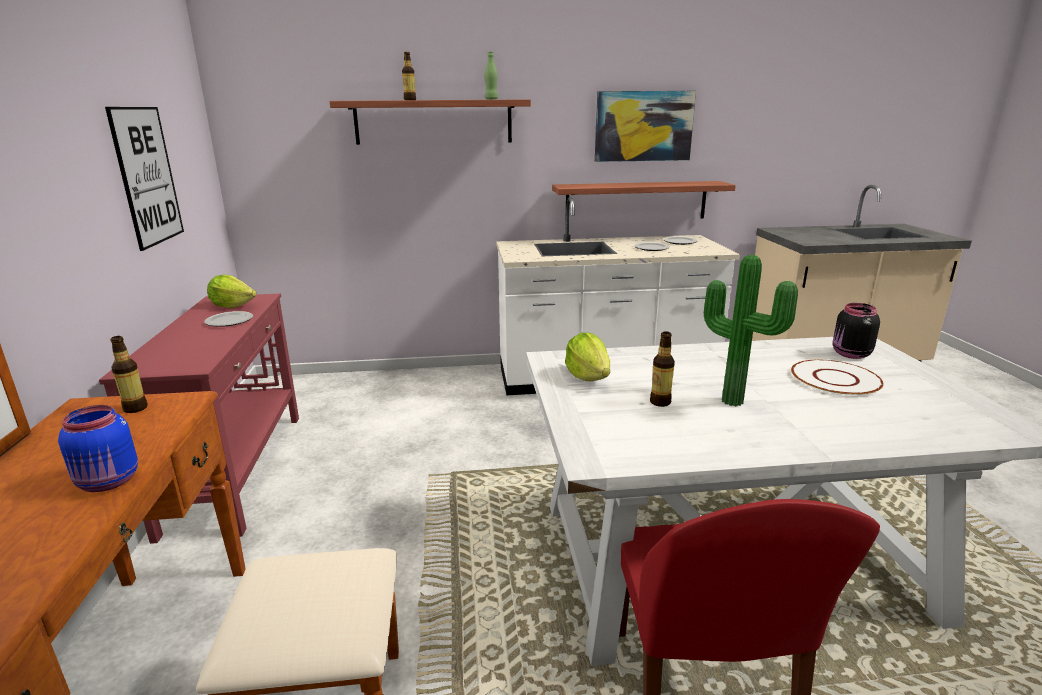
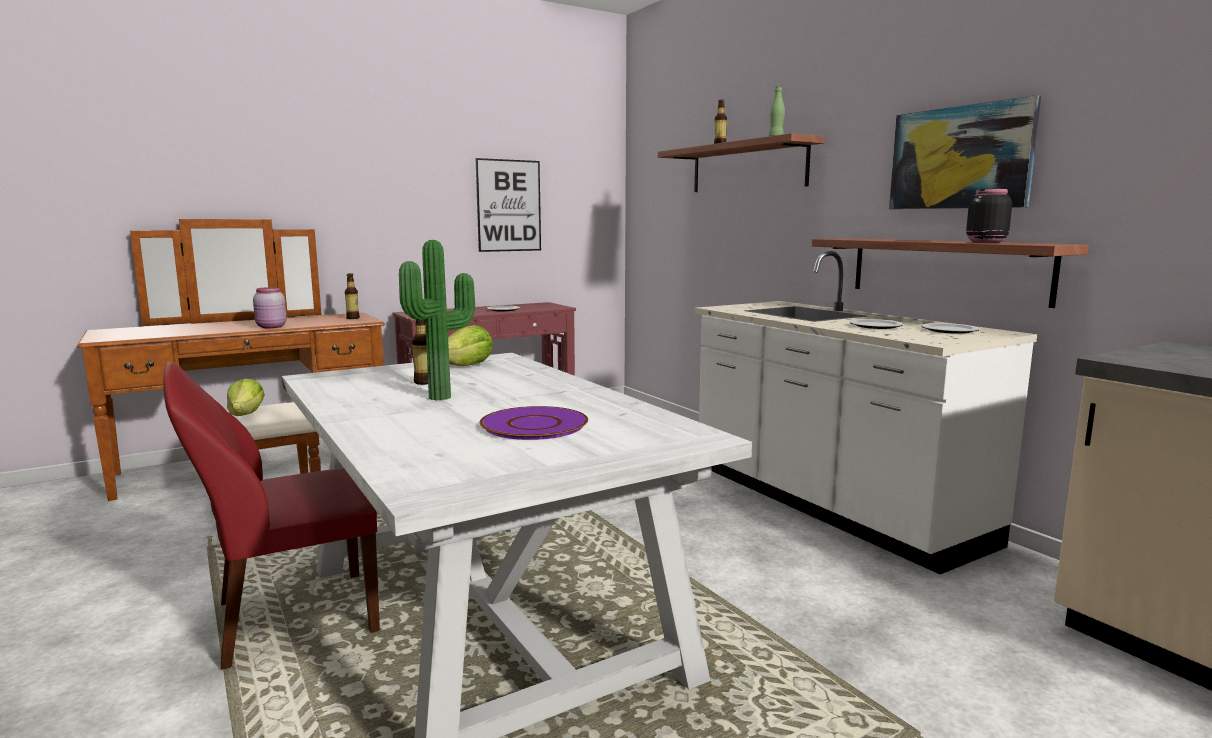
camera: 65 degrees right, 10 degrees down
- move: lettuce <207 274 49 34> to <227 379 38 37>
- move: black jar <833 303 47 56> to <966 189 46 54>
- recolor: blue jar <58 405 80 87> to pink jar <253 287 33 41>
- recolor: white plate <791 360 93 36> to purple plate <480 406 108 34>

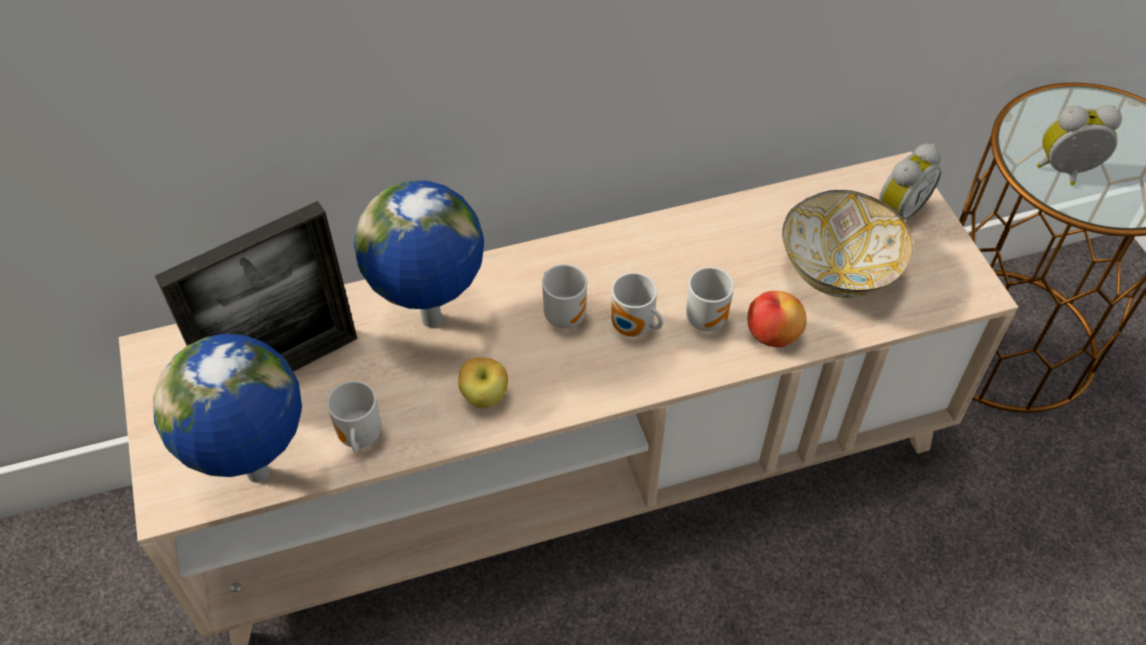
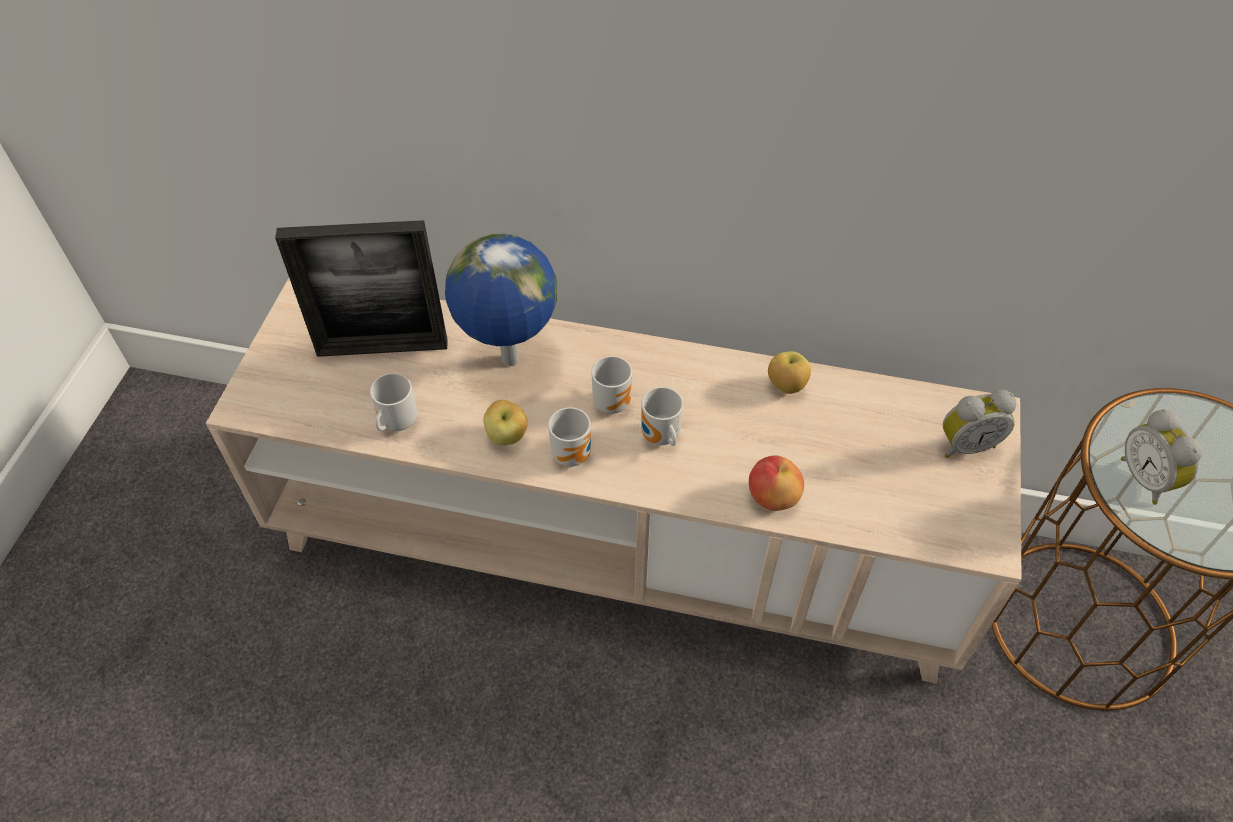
camera: 30 degrees right, 0 degrees up
- delete: globe <153 334 149 149>
- delete: bowl <782 190 132 108>
- insert: apple <768 351 43 43>
- move: mug <686 267 48 64> to <548 407 43 60>
- rotate: alarm clock <1037 105 85 81> = <1121 409 81 96> 135 degrees counterclockwise

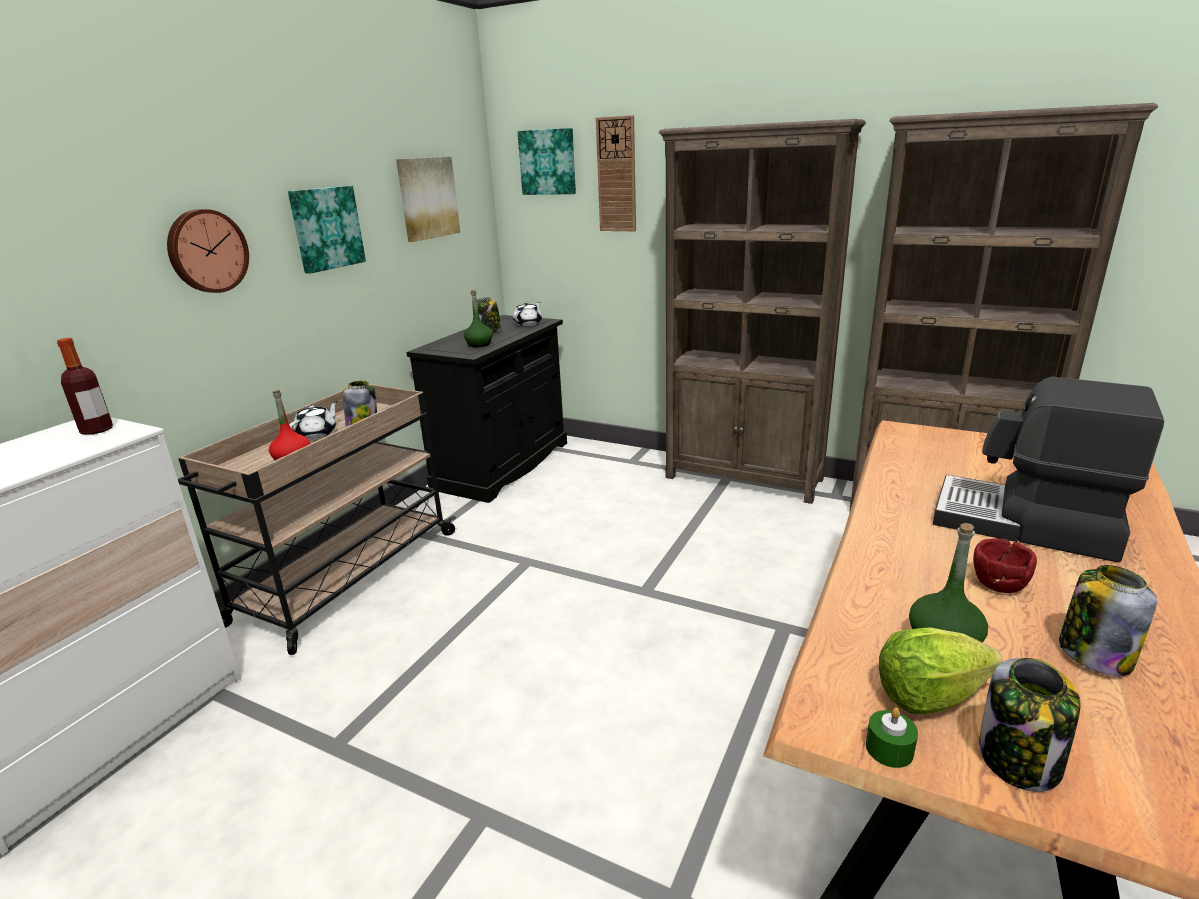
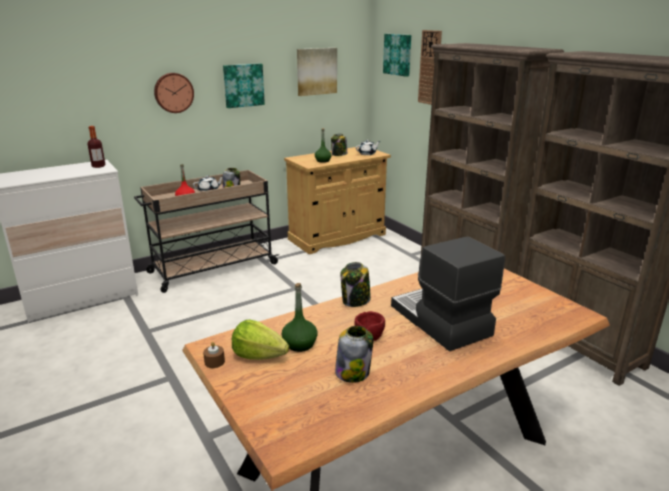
camera: 30 degrees right, 0 degrees up
- move: jar <979 658 102 134> to <341 262 30 45>
- recolor: black cabinet <407 315 160 188> to beige cabinet <284 147 107 107>
- recolor: green candle <866 708 52 60> to brown candle <203 342 22 26>

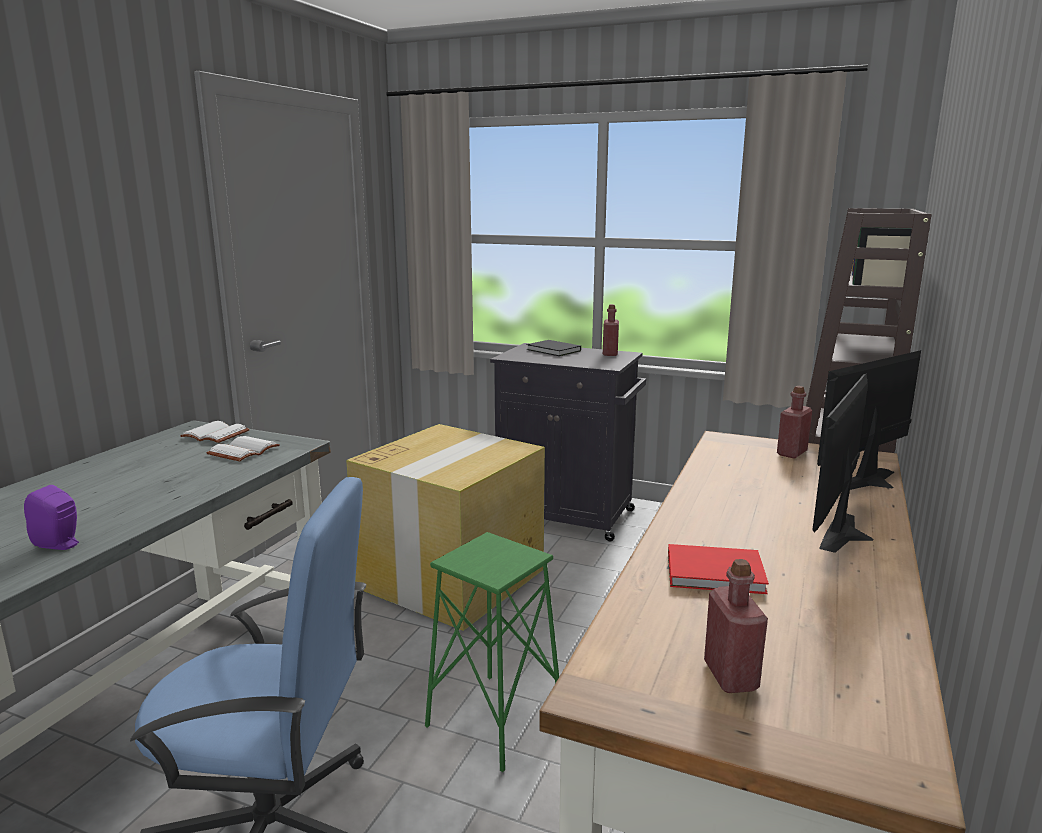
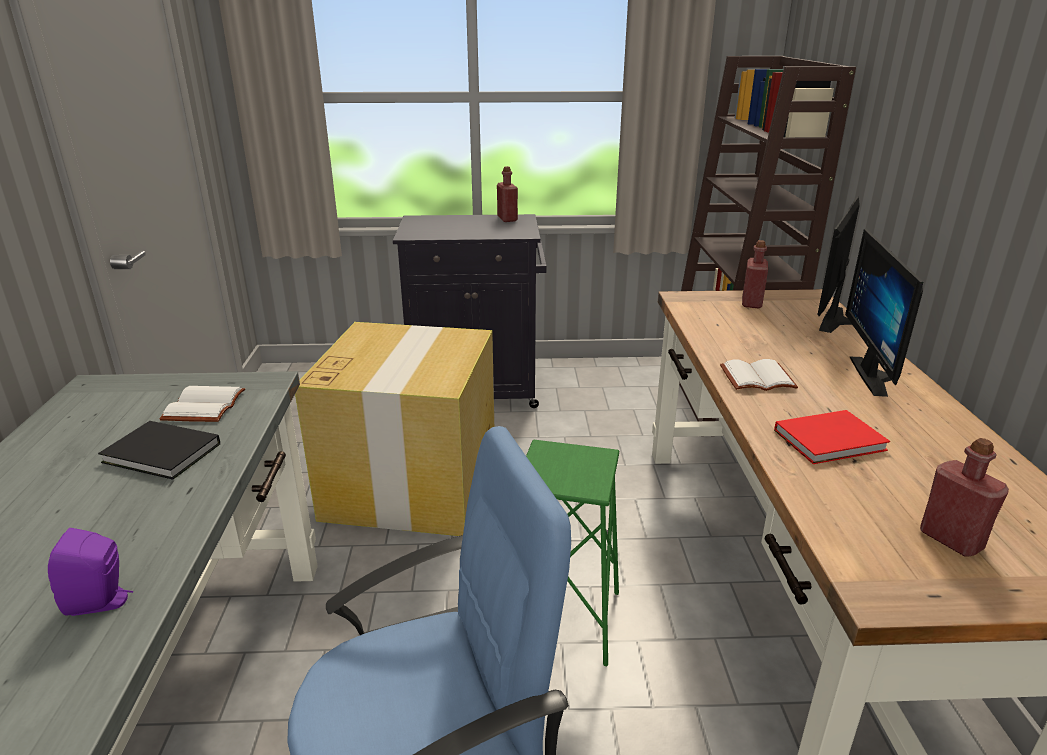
camera: 25 degrees left, 10 degrees up
- move: white book <180 421 70 22> to <720 359 78 32>
- move: black book <527 340 54 16> to <98 421 122 59>

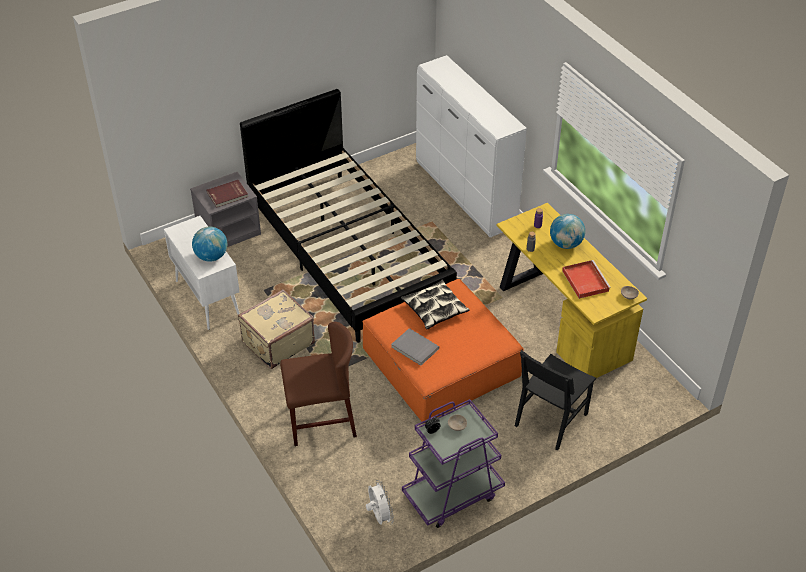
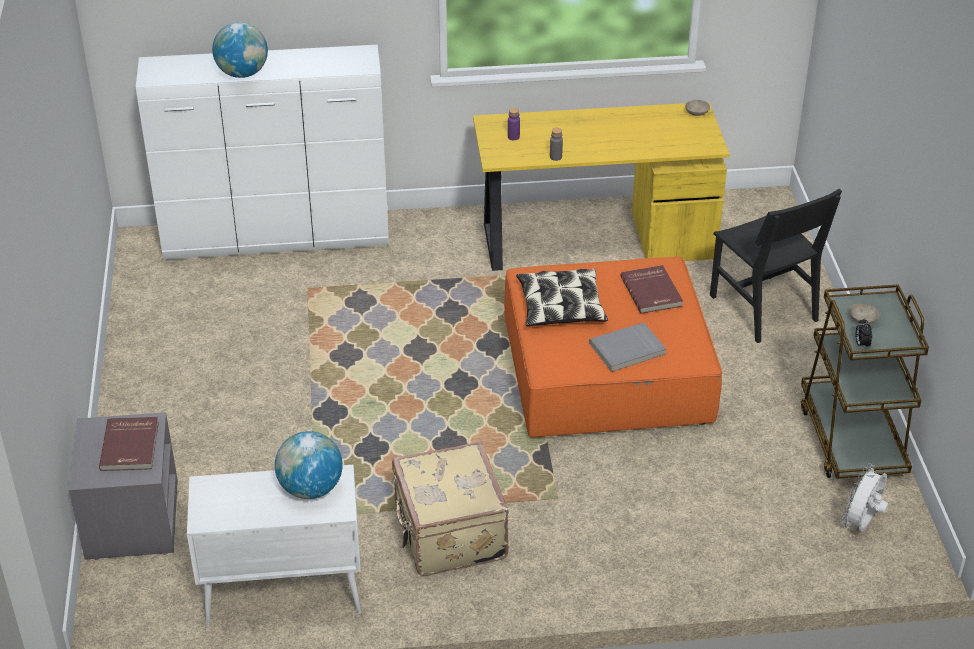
camera: 65 degrees left, 5 degrees down
- delete: black bed <240 89 217 254>
- delete: brown chair <280 322 77 124>
- delete: red tray <562 260 49 39>
- insert: red book <621 265 62 49>
- move: globe <550 214 35 35> to <212 22 56 56>
- recolor: purple cart <402 399 103 129> to brown cart <801 284 128 195>
- rotate: white fan <366 480 28 45> = <841 463 48 69> 60 degrees counterclockwise

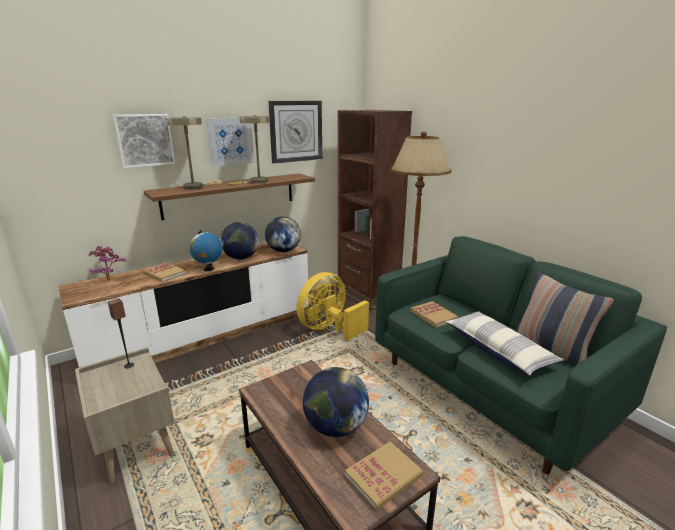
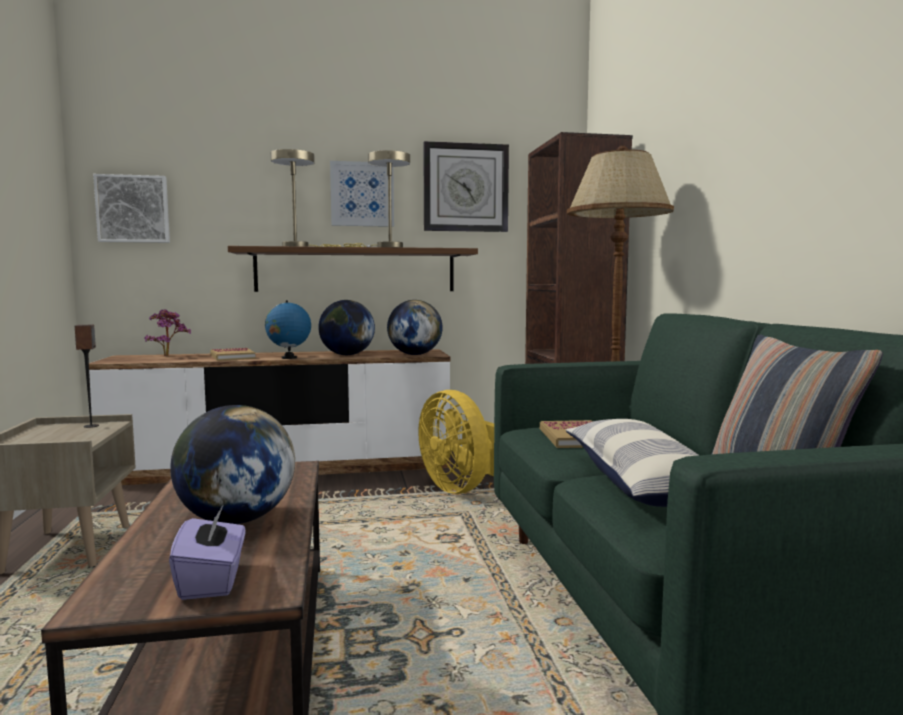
camera: 25 degrees right, 15 degrees down
- move: picture <113 114 62 54> to <93 174 77 69>
- replace: book <345 442 78 68> to purple tissue box <169 504 76 96>
- rotate: yellow fan <296 272 73 69> = <418 390 76 104> 105 degrees counterclockwise

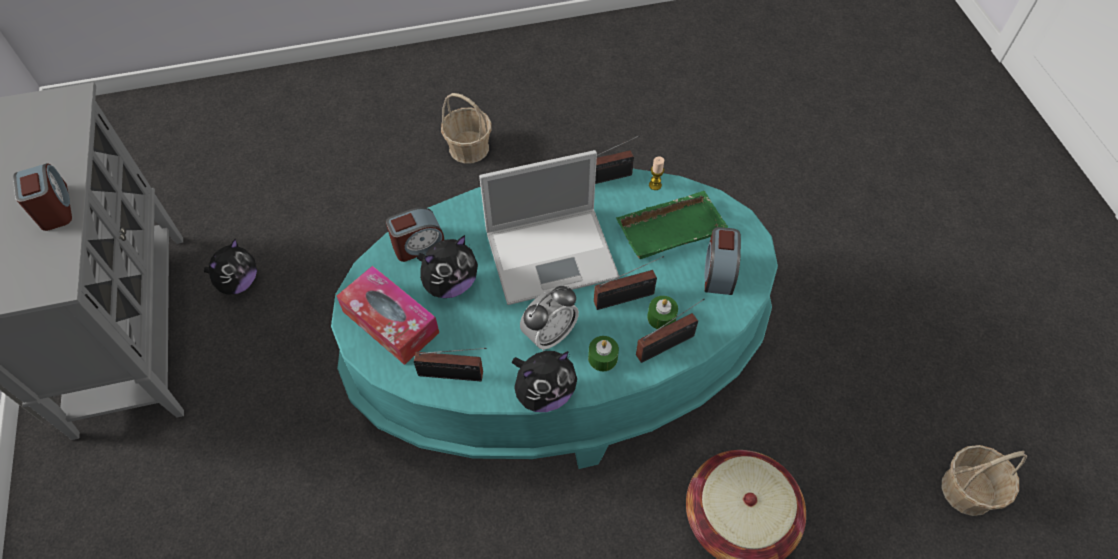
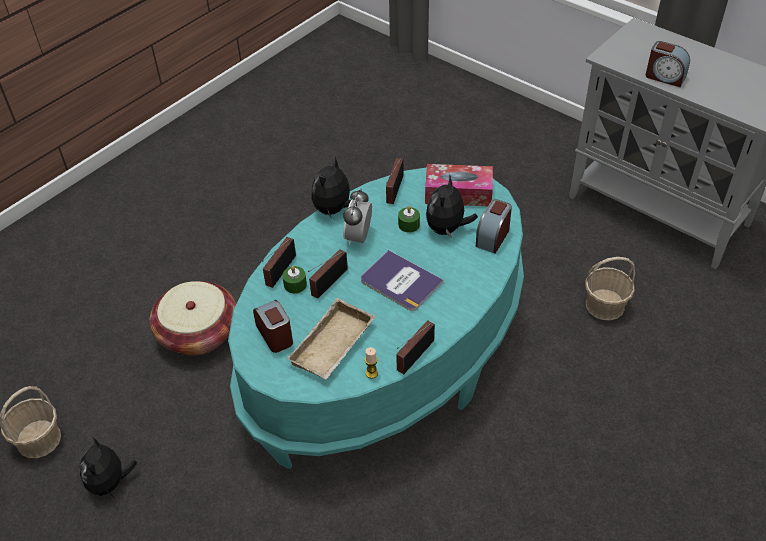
camera: 145 degrees right, 10 degrees down
- move: plush toy <204 239 53 55> to <80 436 57 61>
- move: basket <441 93 51 71> to <585 257 50 64>
- move: green candle <588 336 31 35> to <398 206 22 26>
- replace: laptop <479 150 141 155> to book <361 250 82 61>
- recolor: green tray <616 191 112 68> to beige tray <287 298 88 82>
- rotate: radio <414 348 73 33> = <386 158 18 46> 45 degrees counterclockwise

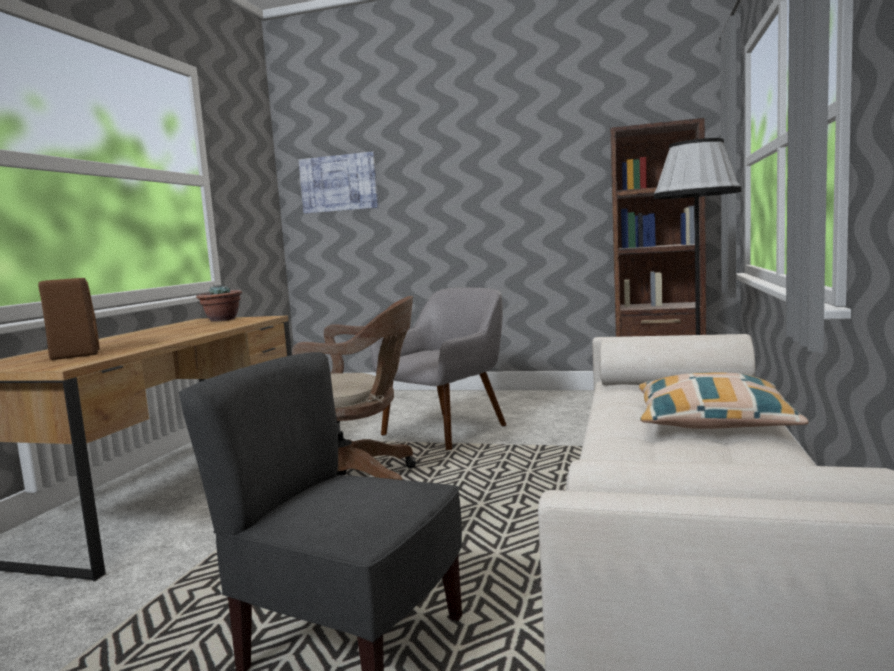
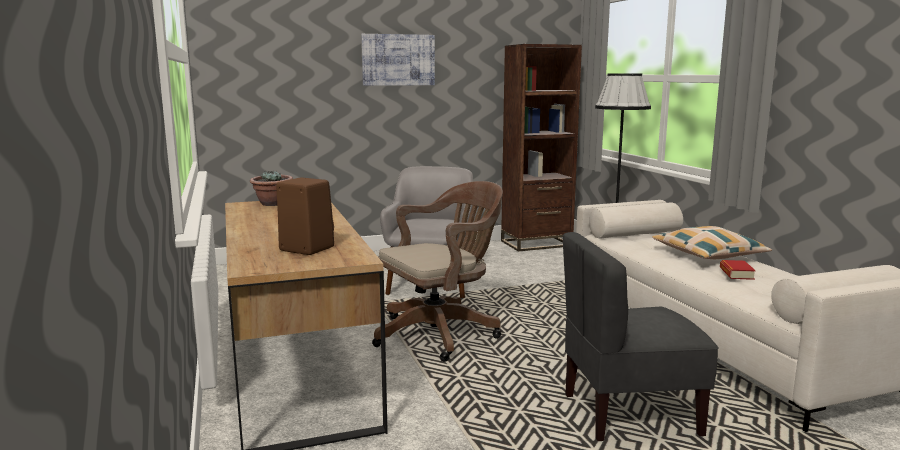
camera: 35 degrees left, 5 degrees up
- insert: book <720 260 36 20>
- move: picture <299 152 79 62> to <361 34 74 52>

